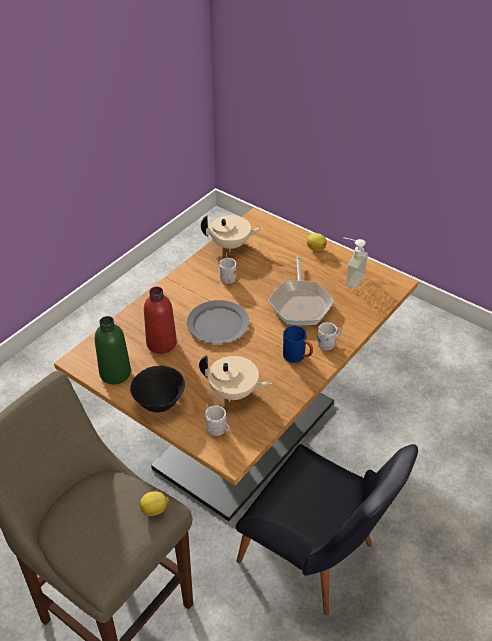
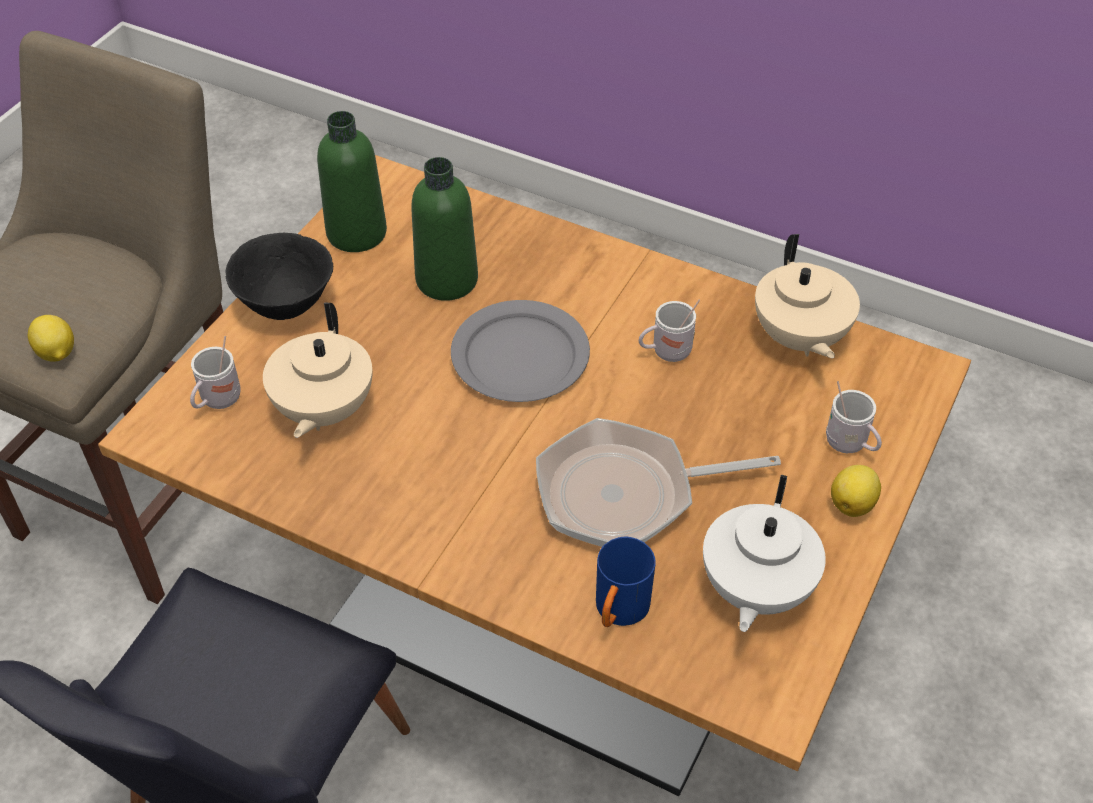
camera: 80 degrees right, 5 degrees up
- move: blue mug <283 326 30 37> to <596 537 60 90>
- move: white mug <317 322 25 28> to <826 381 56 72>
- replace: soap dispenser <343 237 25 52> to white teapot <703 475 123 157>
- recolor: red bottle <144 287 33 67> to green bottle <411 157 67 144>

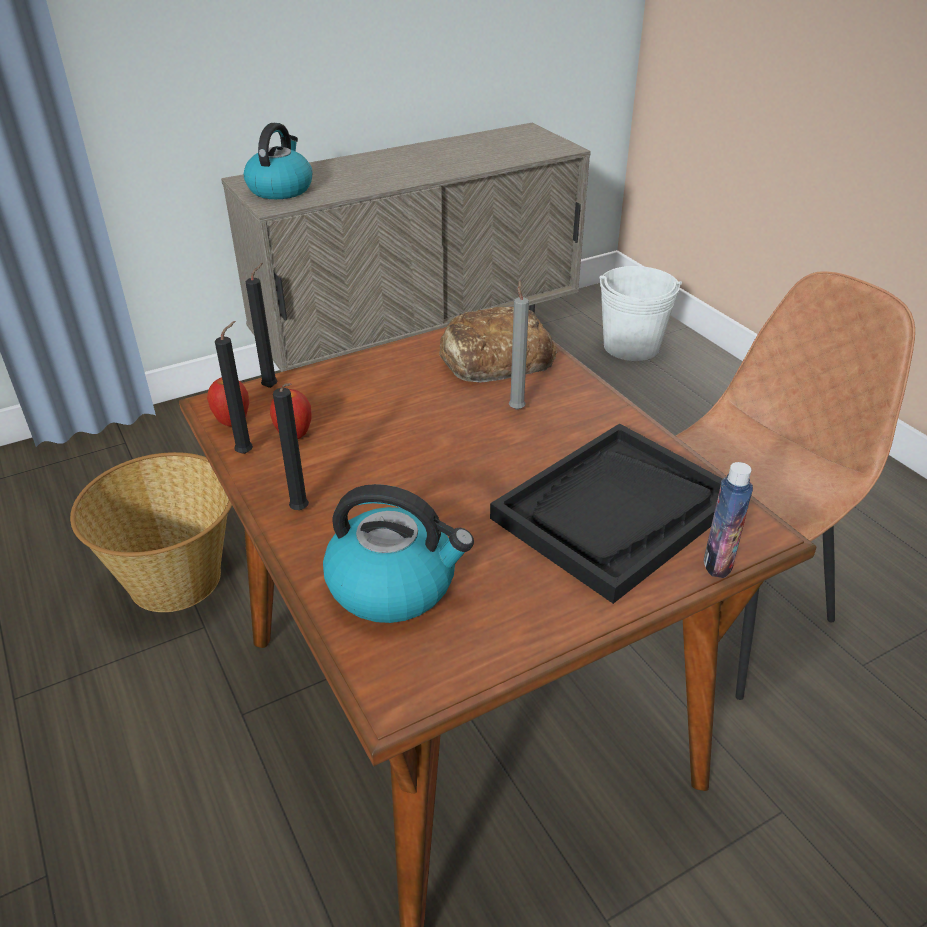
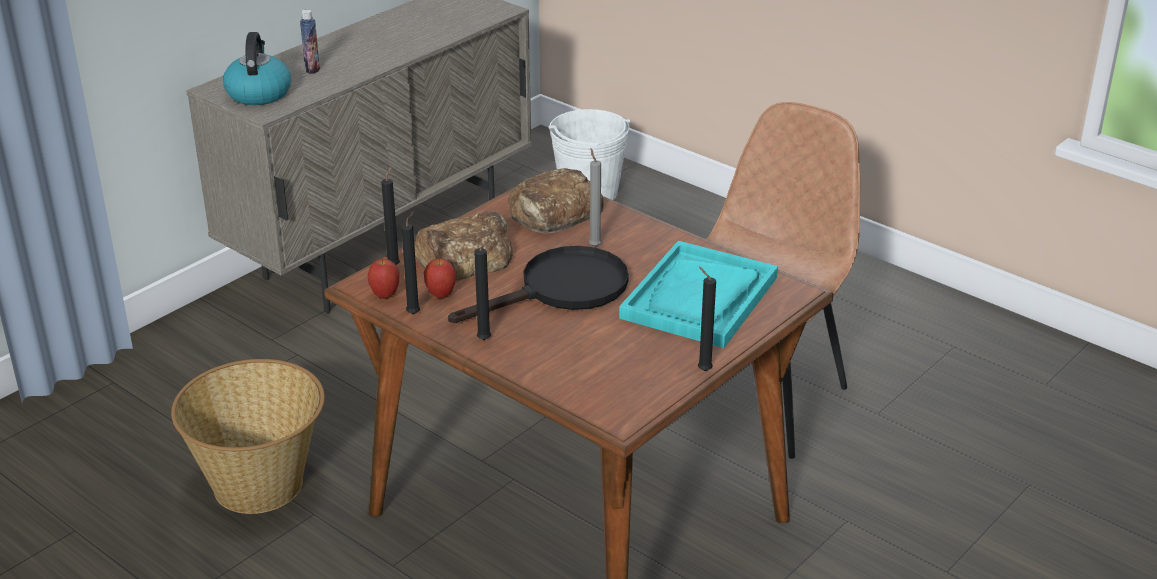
camera: 20 degrees left, 5 degrees down
- delete: kettle <323 484 151 139>
- insert: bread <414 212 99 68>
- insert: black frying pan <448 246 181 77>
- insert: black candle <698 266 18 105>
- move: bottle <704 462 49 116> to <300 9 20 65>
- recolor: black tray <490 423 232 181> to turquoise tray <619 241 159 107>

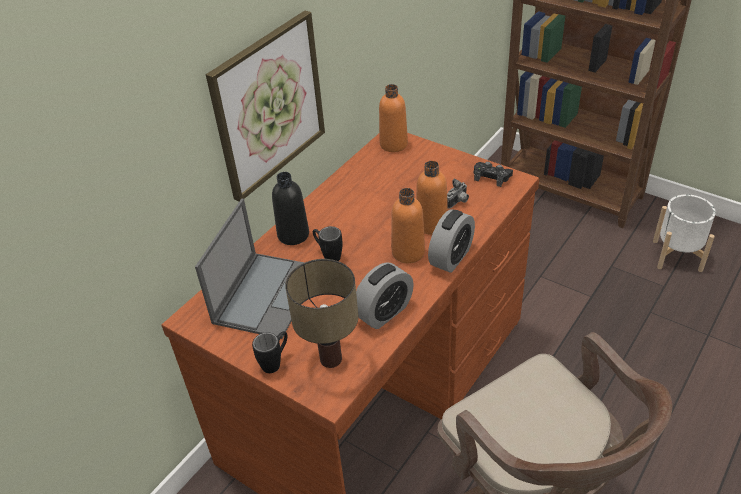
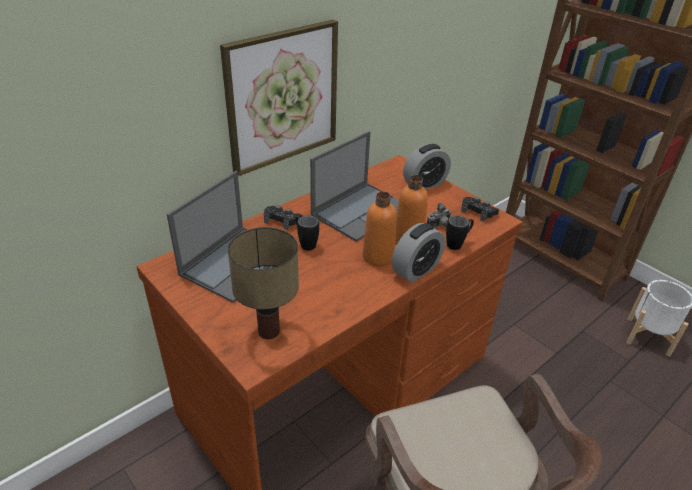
camera: 10 degrees right, 5 degrees down
- delete: orange bottle <379 84 29 68>
- insert: laptop <310 131 89 111>
- move: black mug <252 331 36 42> to <446 215 28 35>
- move: alarm clock <356 263 58 66> to <403 144 48 46>
- replace: black bottle <272 172 37 73> to black game controller <264 205 38 25>

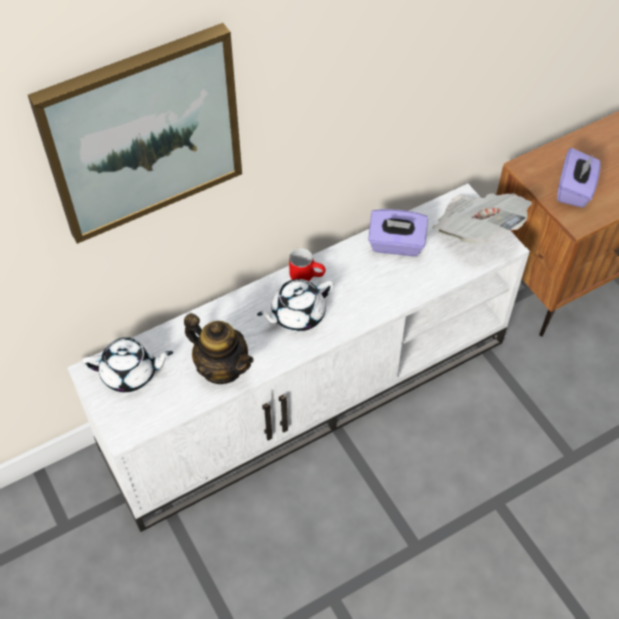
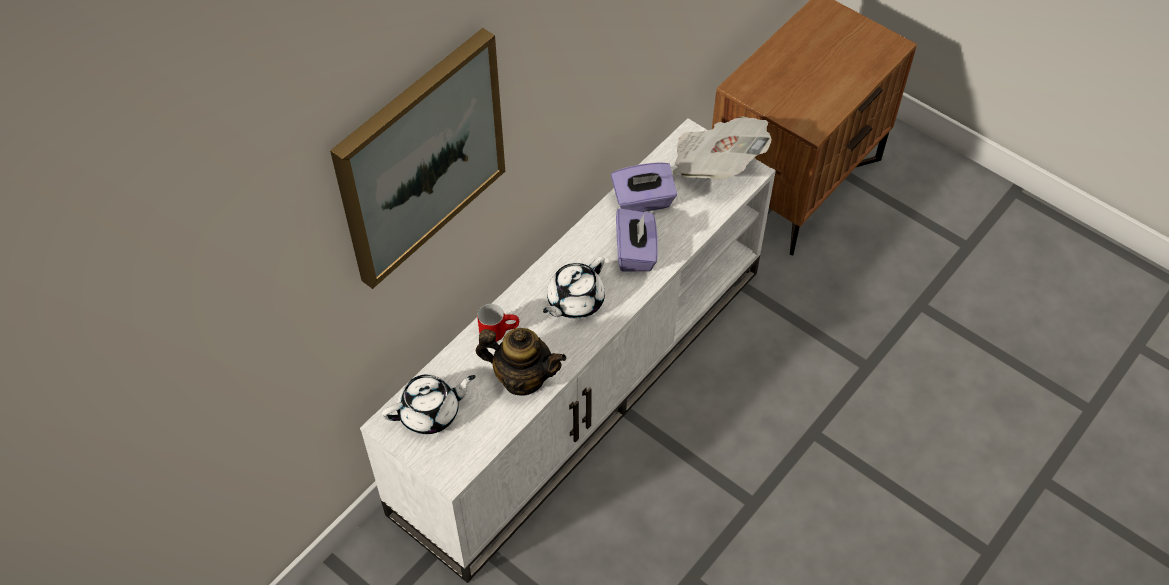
camera: 20 degrees left, 0 degrees up
- move: red mug <289 248 37 33> to <477 304 42 38>
- move: purple tissue box <557 148 44 60> to <616 209 42 63>

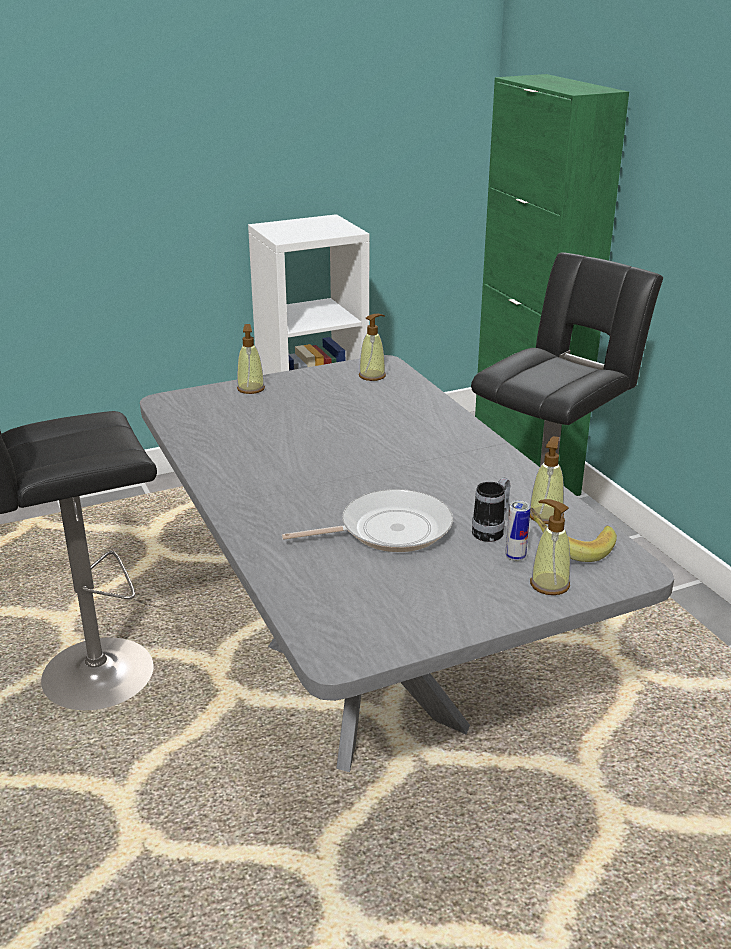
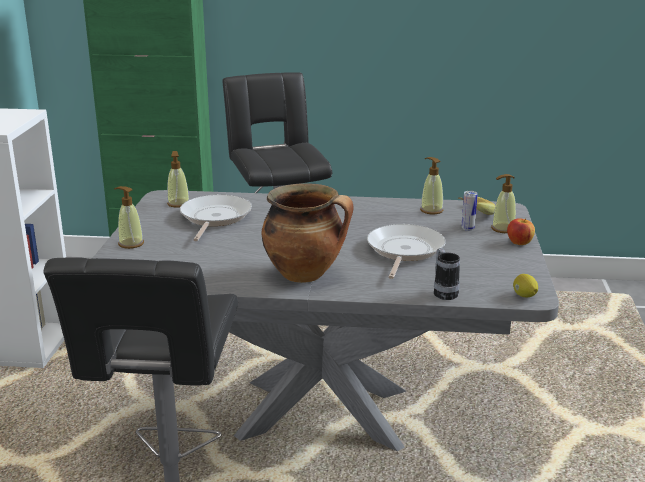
camera: 60 degrees left, 5 degrees down
- insert: frying pan <180 194 72 47>
- insert: cooking pot <261 183 93 100>
- insert: apple <507 218 28 27>
- insert: lemon <513 274 25 23>
- move: mug <472 477 39 65> to <434 248 26 52>

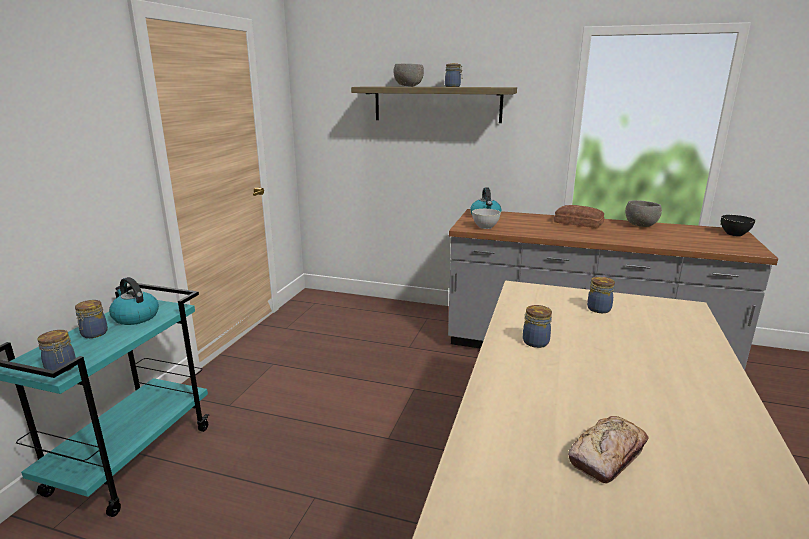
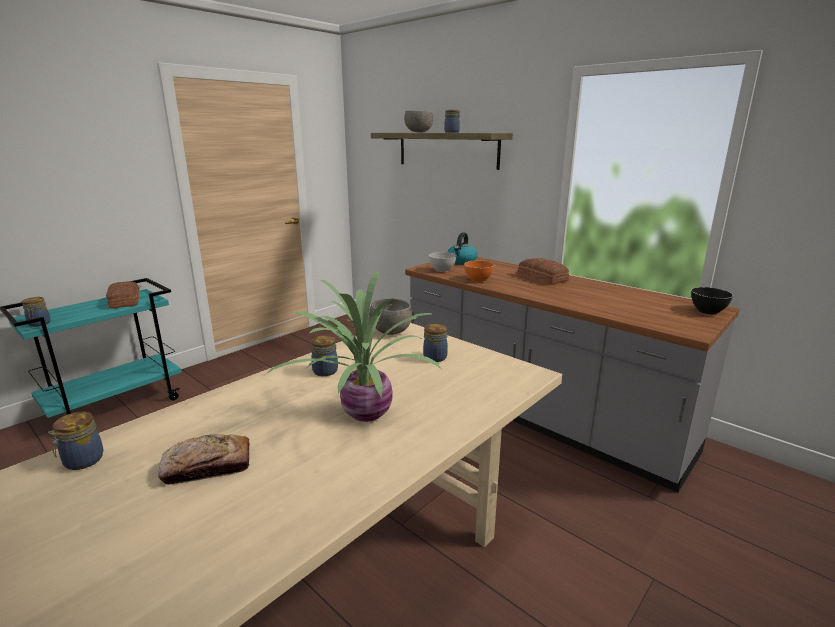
camera: 25 degrees right, 0 degrees up
- insert: potted plant <265 271 176 151>
- insert: orange bowl <464 260 30 22>
- move: jar <75 300 33 38> to <48 412 55 58>
- move: grey bowl <625 200 37 27> to <369 298 43 37>
- replace: kettle <109 277 50 48> to bread <106 281 33 28>

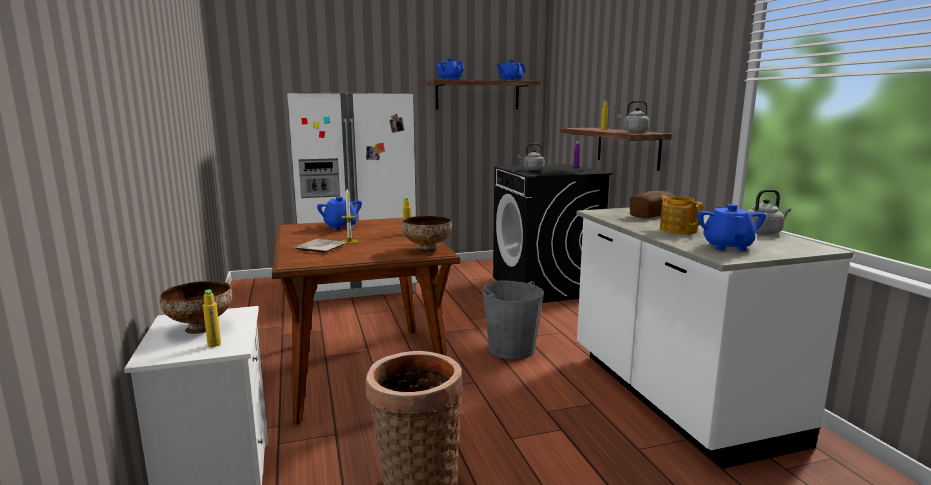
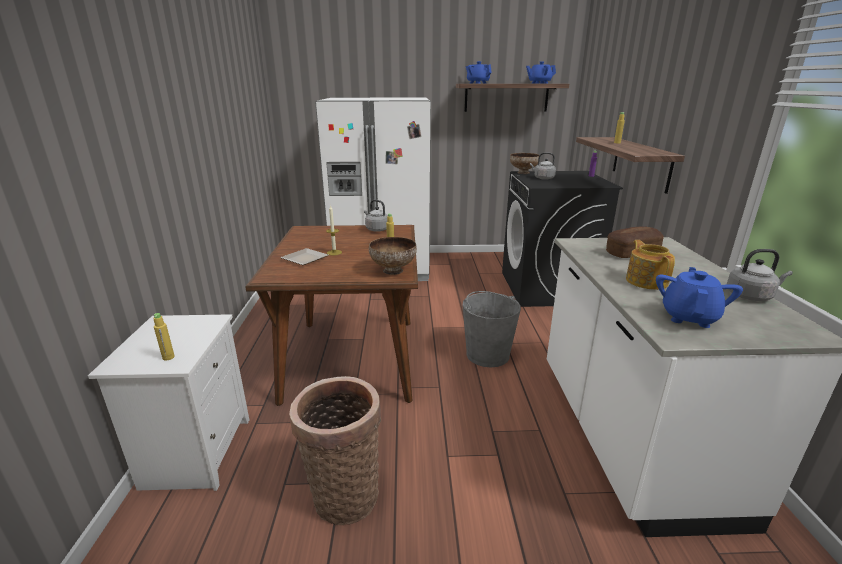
camera: 15 degrees right, 10 degrees up
- delete: blue teapot <317 197 45 33>
- move: bowl <160 281 72 53> to <510 153 29 21>
- move: grey kettle <617 100 33 33> to <364 200 24 32>

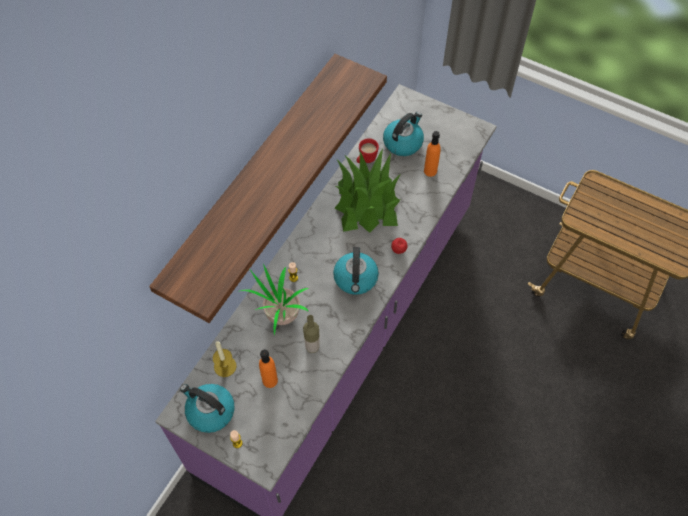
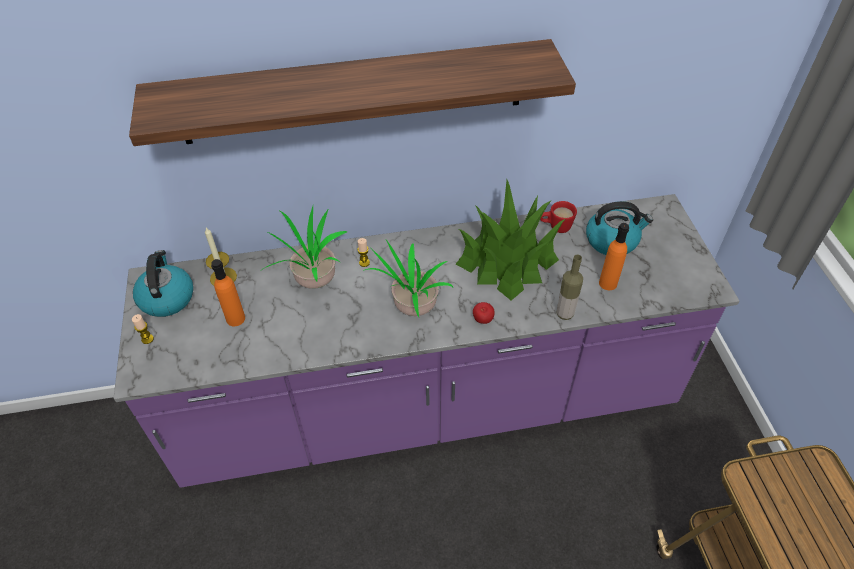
camera: 50 degrees right, 10 degrees down
- move: bottle <303 315 17 38> to <557 254 26 66>
- replace: kettle <333 247 46 48> to potted plant <363 238 90 79>

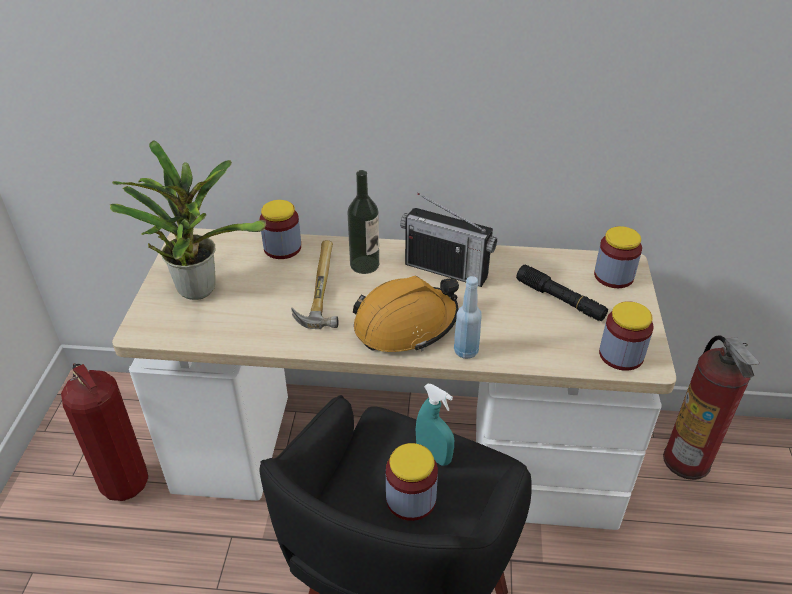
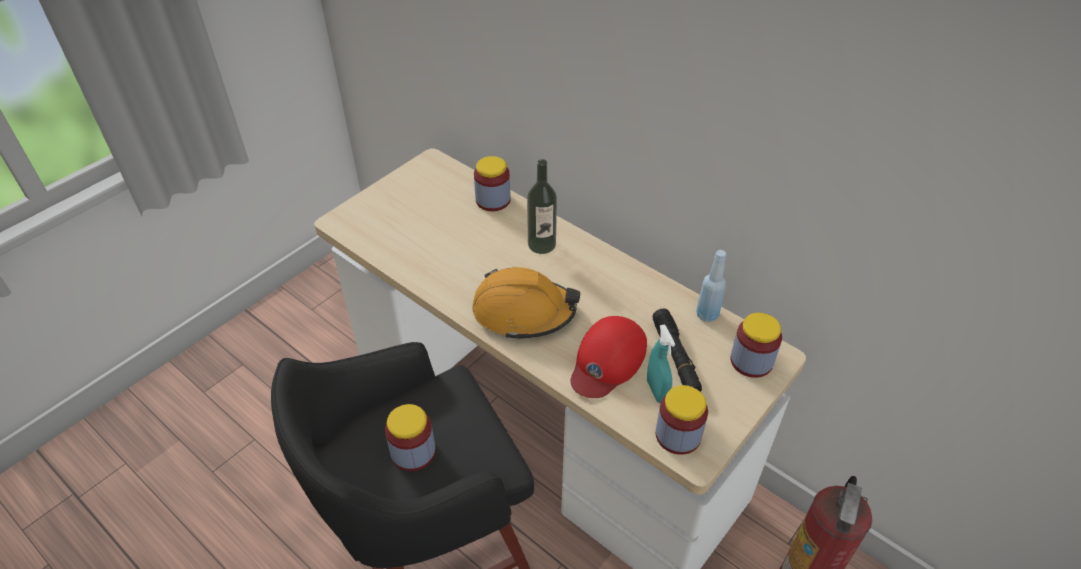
camera: 35 degrees right, 5 degrees up
- delete: fire extinguisher <61 363 87 138>
- delete: potted plant <109 141 157 159>
- delete: hammer <291 240 48 89>
- delete: radio <400 193 97 94>
- insert: red cap <570 316 77 82>
- move: turquoise spray bottle <416 383 38 83> to <647 325 28 78>
- move: blue bottle <454 276 28 83> to <696 250 30 72>

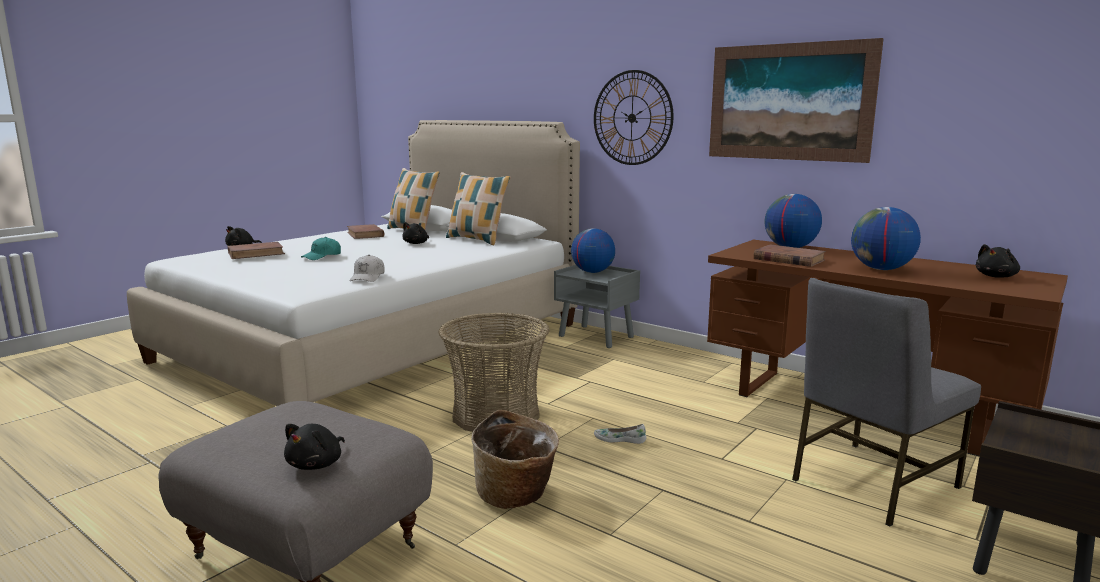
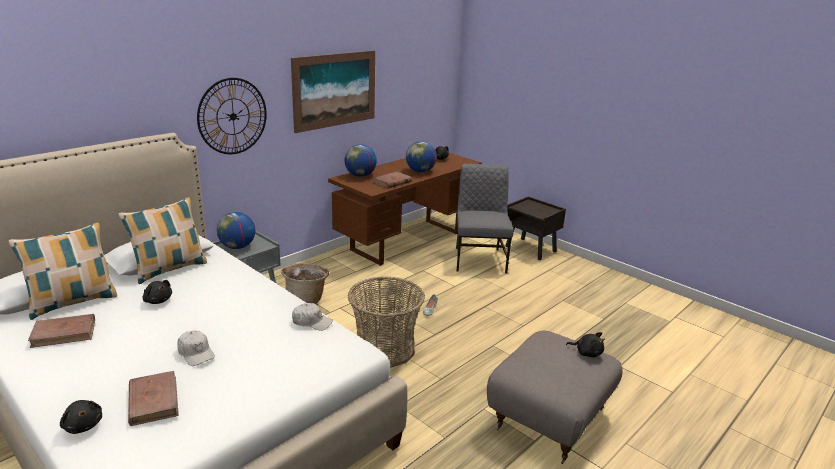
camera: 85 degrees left, 10 degrees up
- move: basket <471 410 88 99> to <281 263 48 41>
- recolor: turquoise cap <301 237 40 23> to white cap <177 330 38 36>
- rotate: grey chair <792 278 189 248> = <456 164 58 109> 150 degrees counterclockwise

